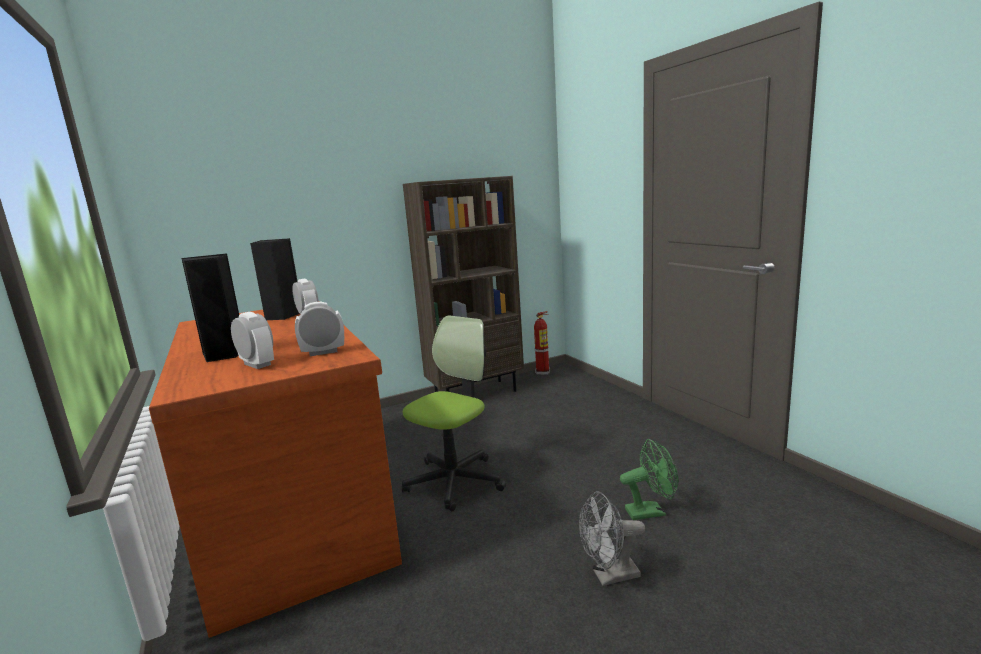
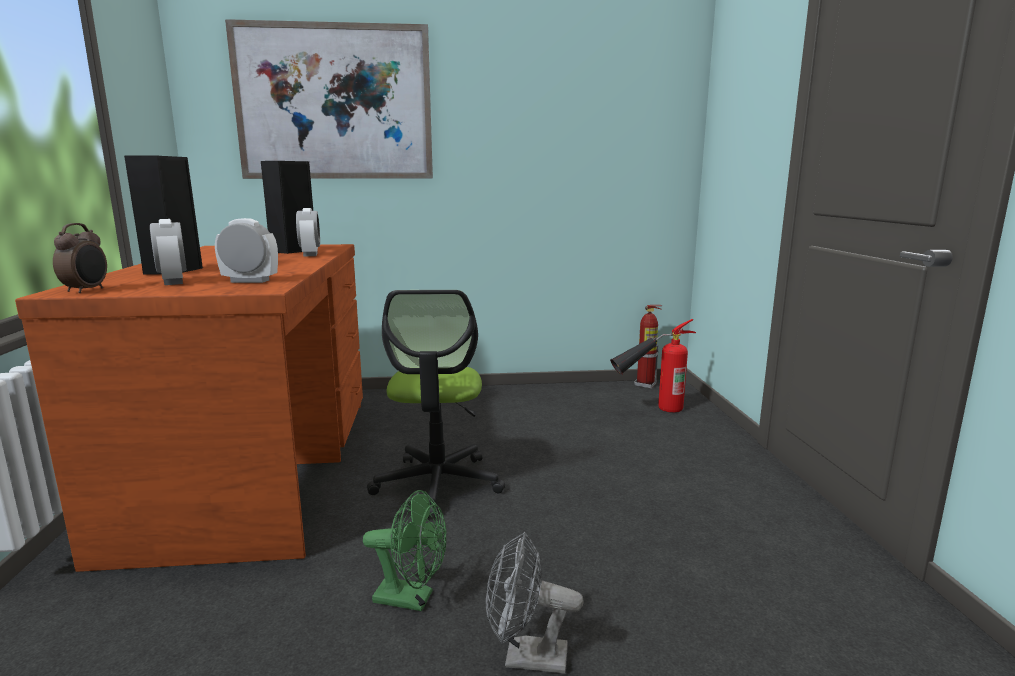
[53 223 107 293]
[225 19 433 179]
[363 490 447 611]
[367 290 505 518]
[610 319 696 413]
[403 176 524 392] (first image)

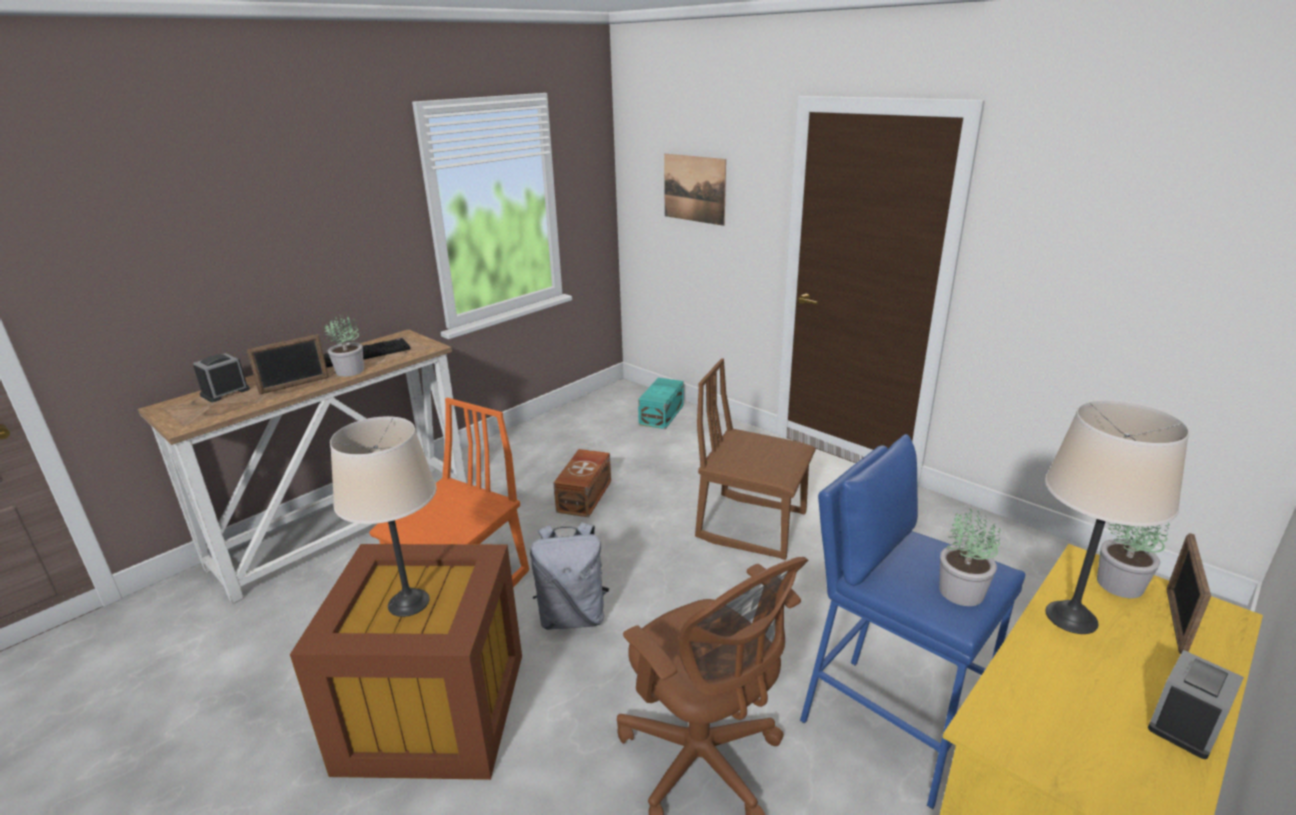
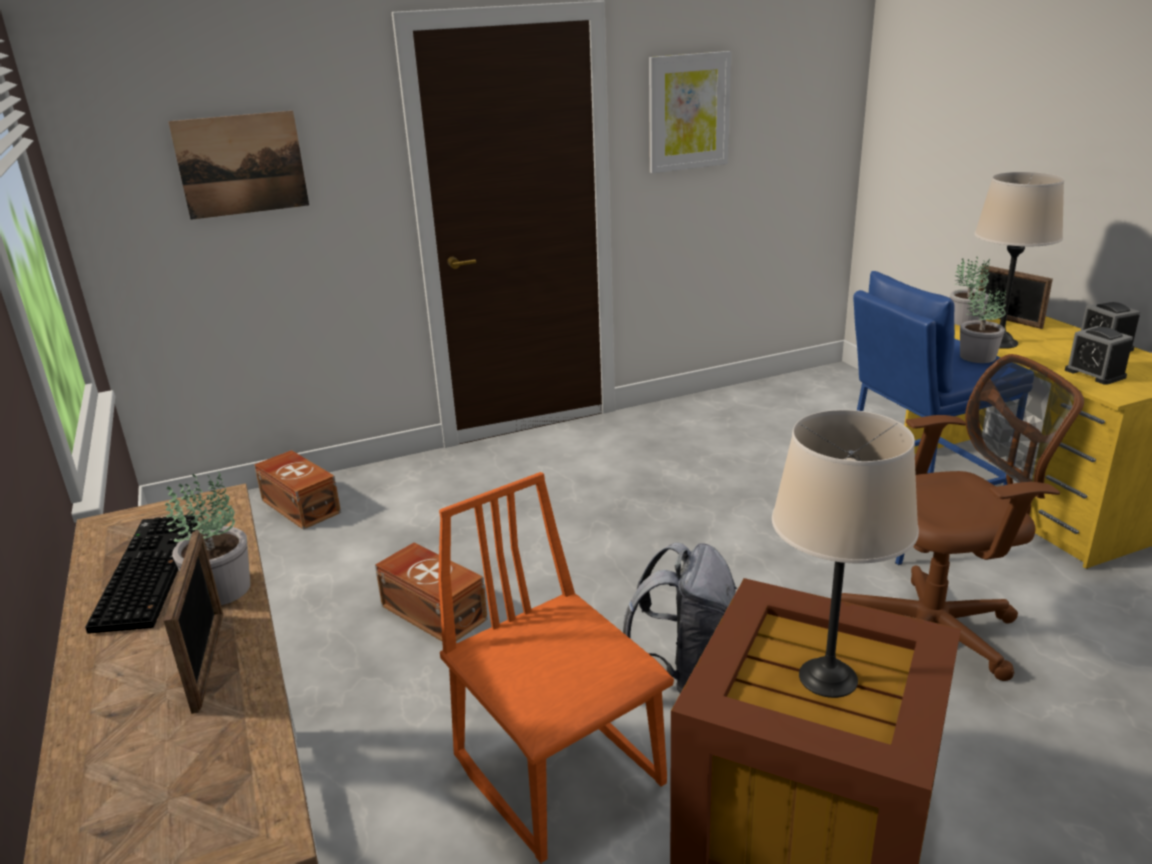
[254 450 341 530]
[649 51 731 173]
[1065 326 1133 385]
[695 359 816 560] (first image)

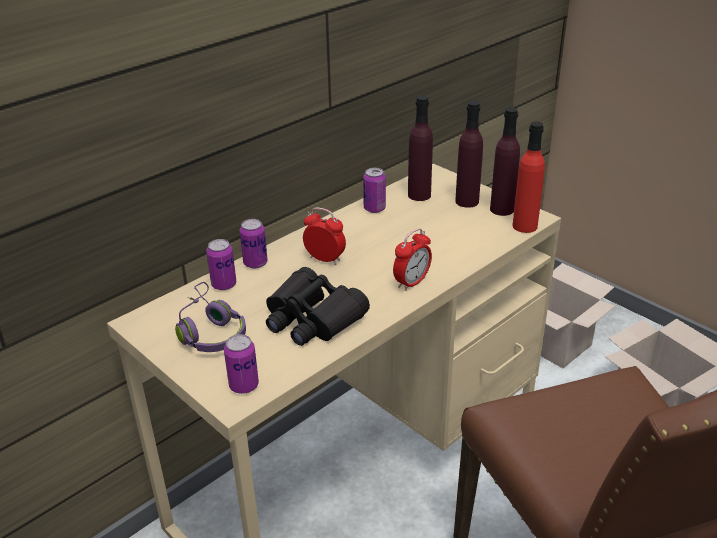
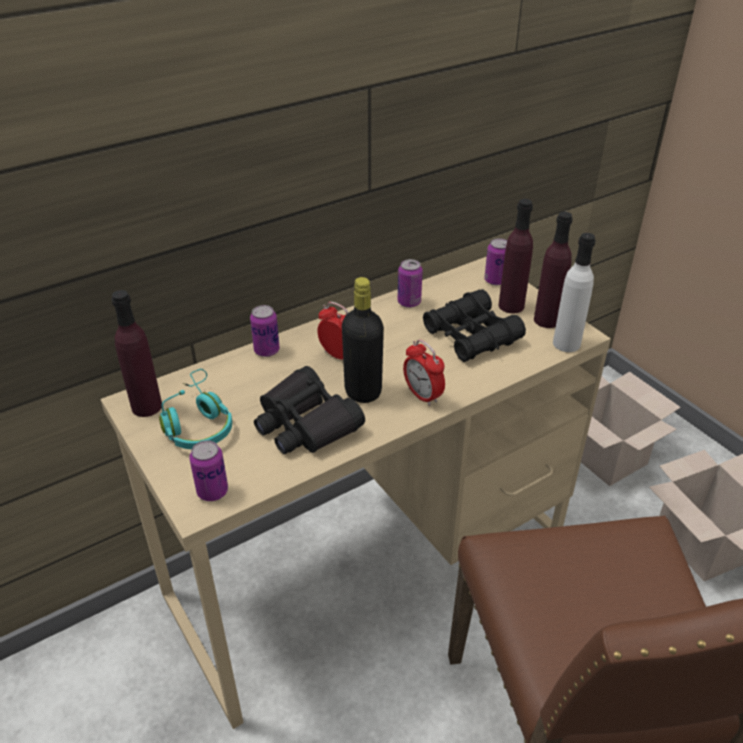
[111 290 162 417]
[159 369 232 449]
[342 277 384 403]
[403 339 445 406]
[423 289 526 362]
[484 238 507 285]
[553 233 596 352]

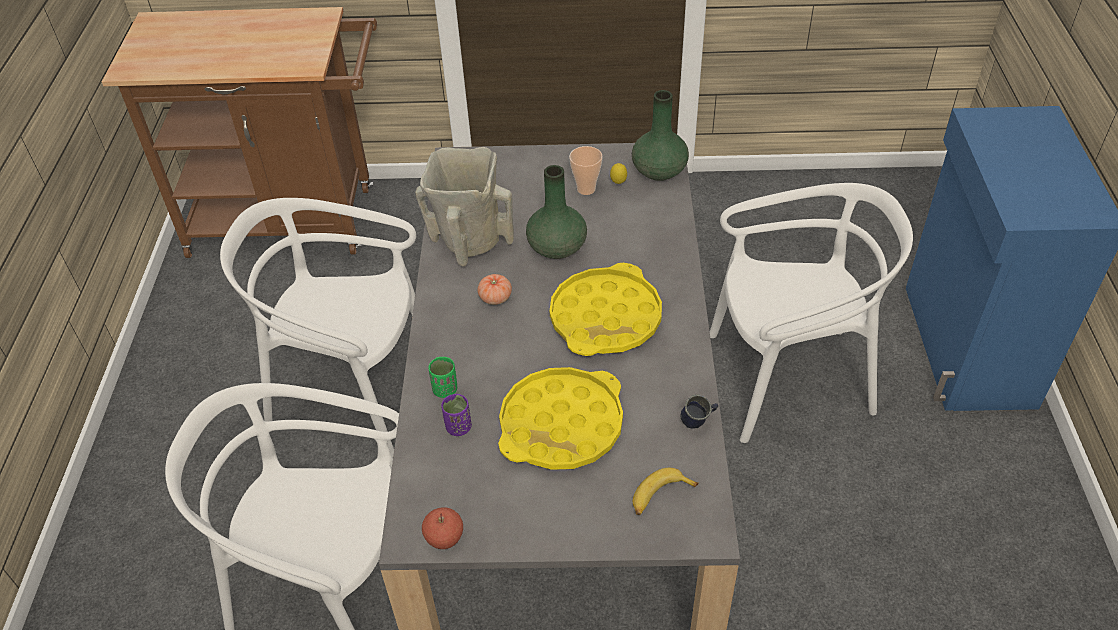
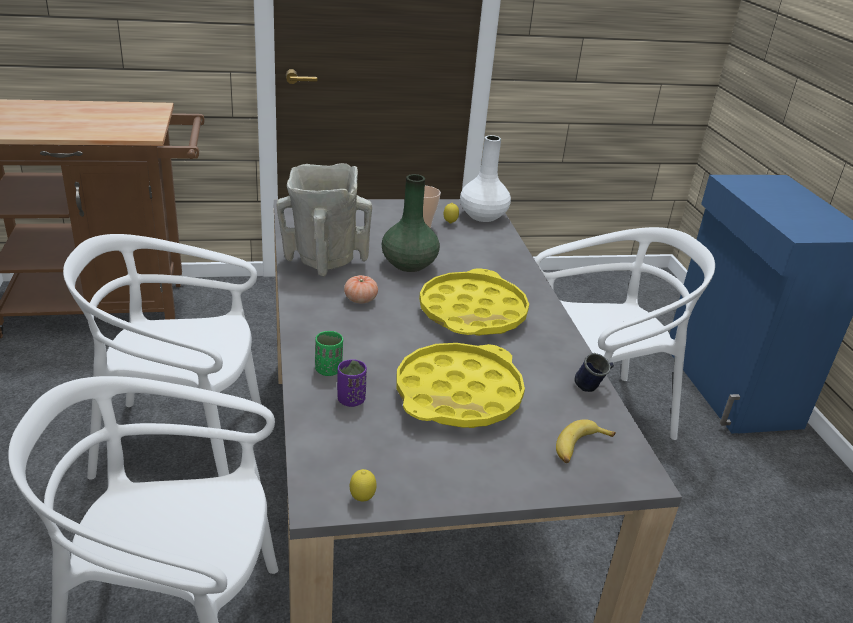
[350 469 376 502]
[460 135 511 222]

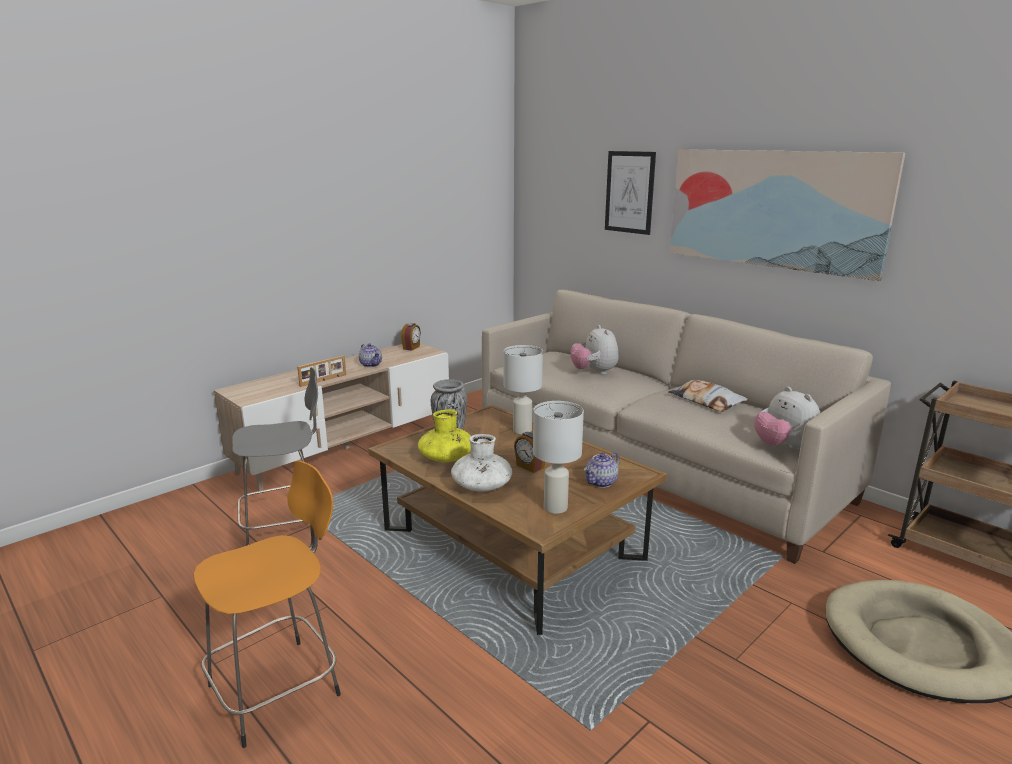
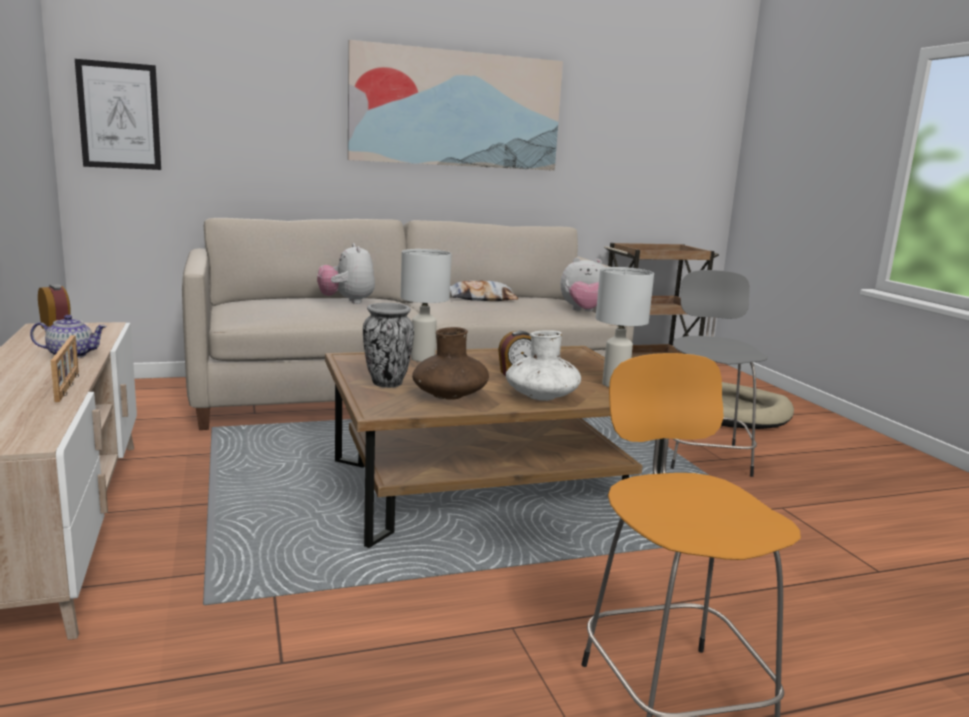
[75 59 161 170]
[317 243 375 304]
[412 327 489 400]
[671 270 768 477]
[584 452 620 488] (first image)

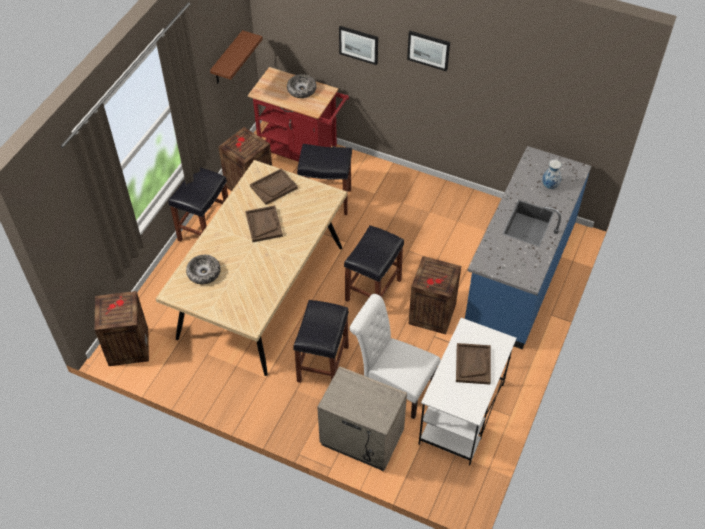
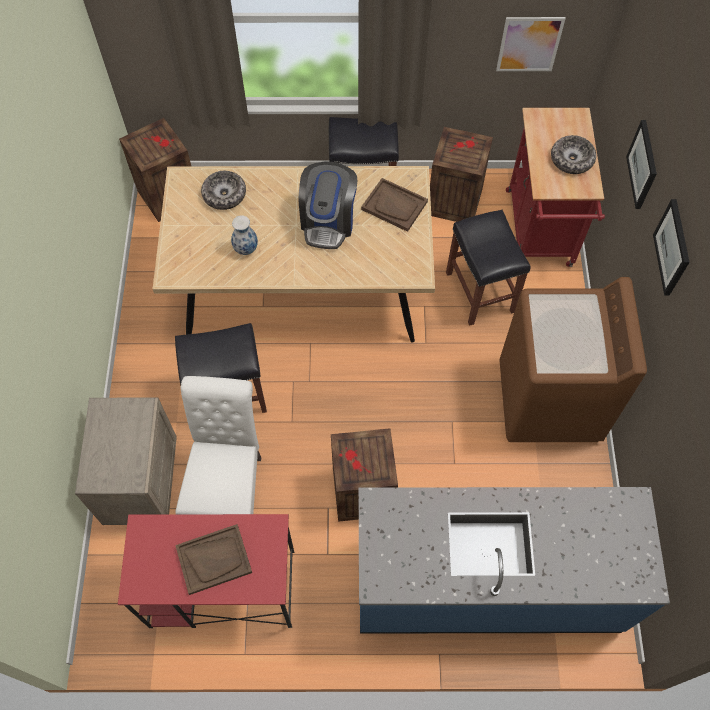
[118 514 294 628]
[231 215 258 255]
[299 161 357 249]
[496 17 566 71]
[500 277 647 442]
[344 225 404 302] (first image)

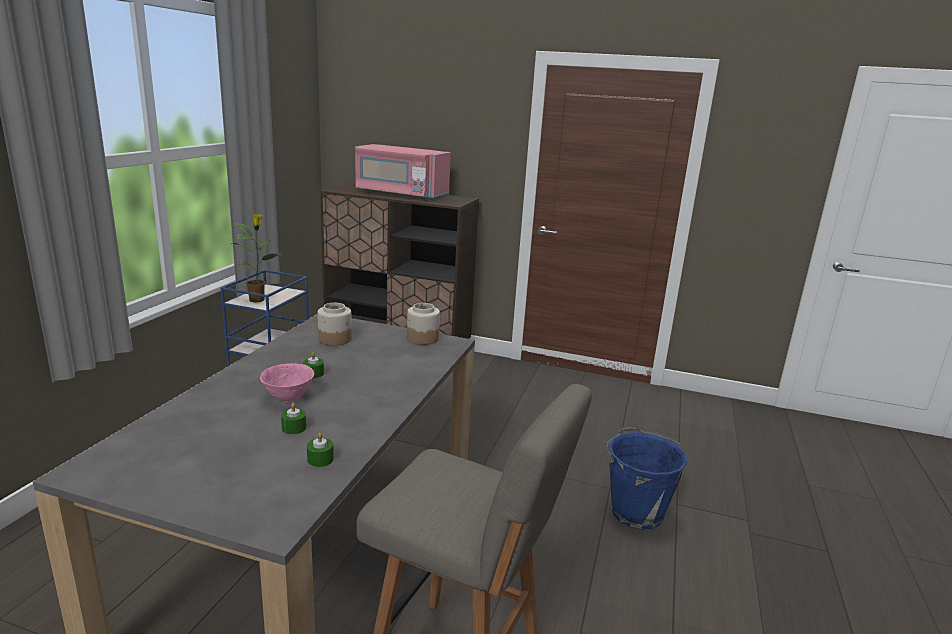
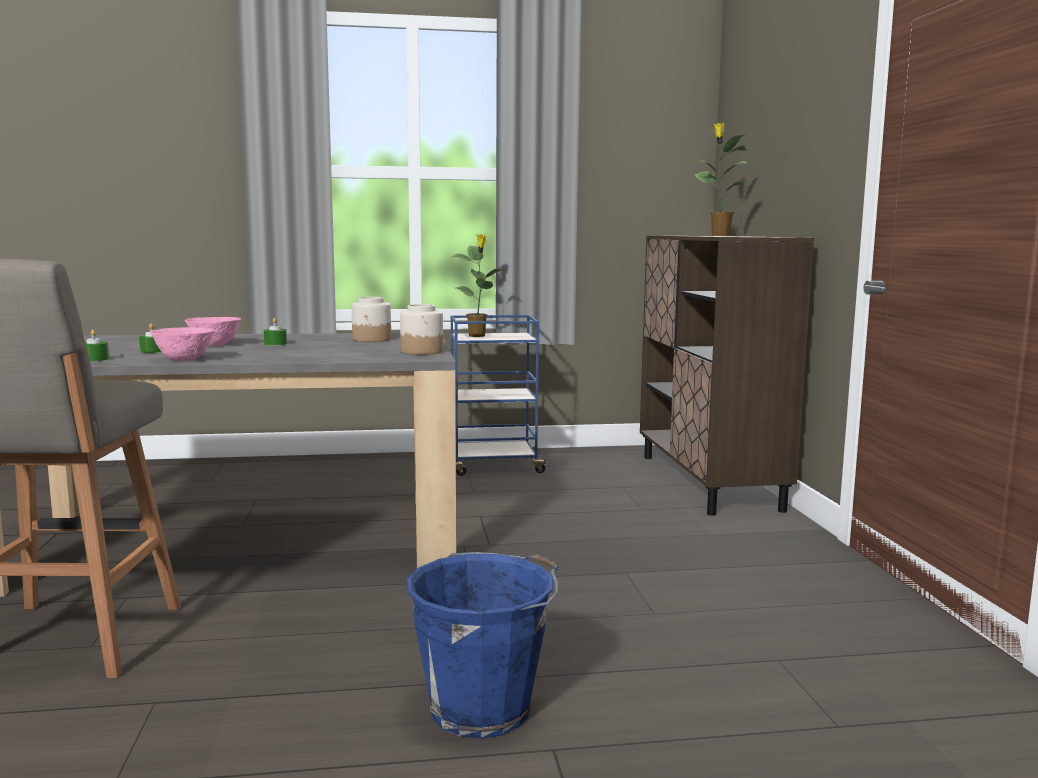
[151 327 215 361]
[694 123 748 236]

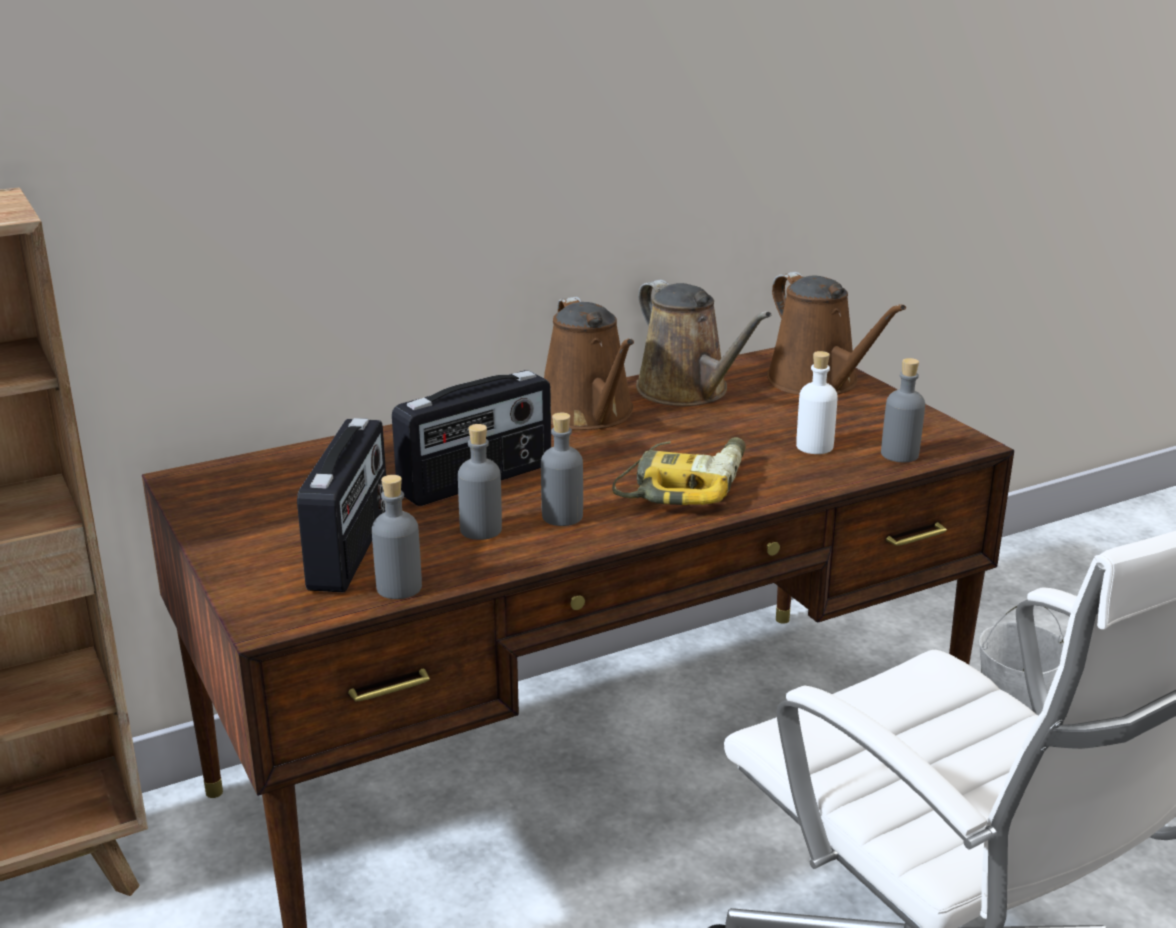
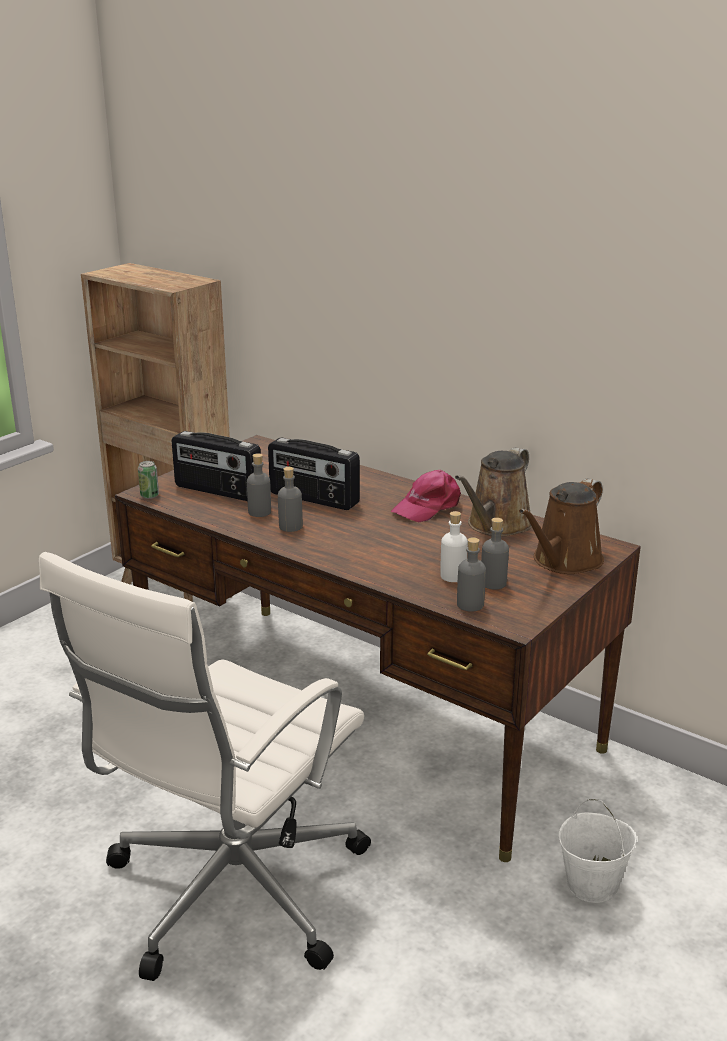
[138 461 159 499]
[172 431 261 501]
[391 470 461 522]
[481 518 509 589]
[612 437 746 505] (first image)

